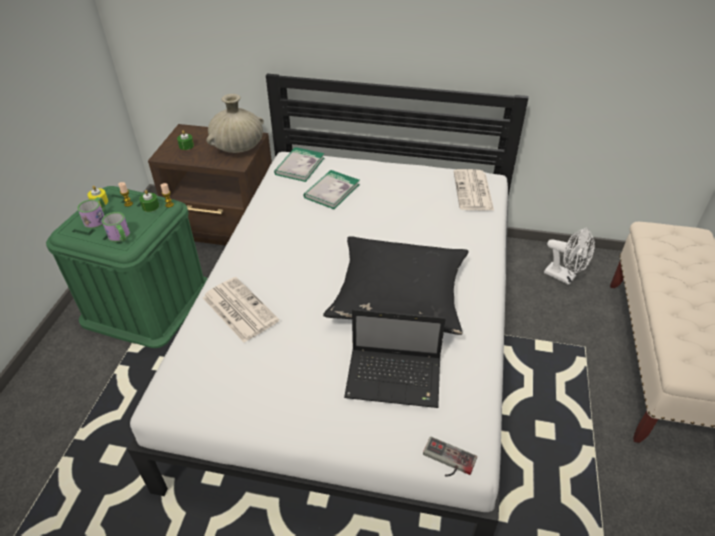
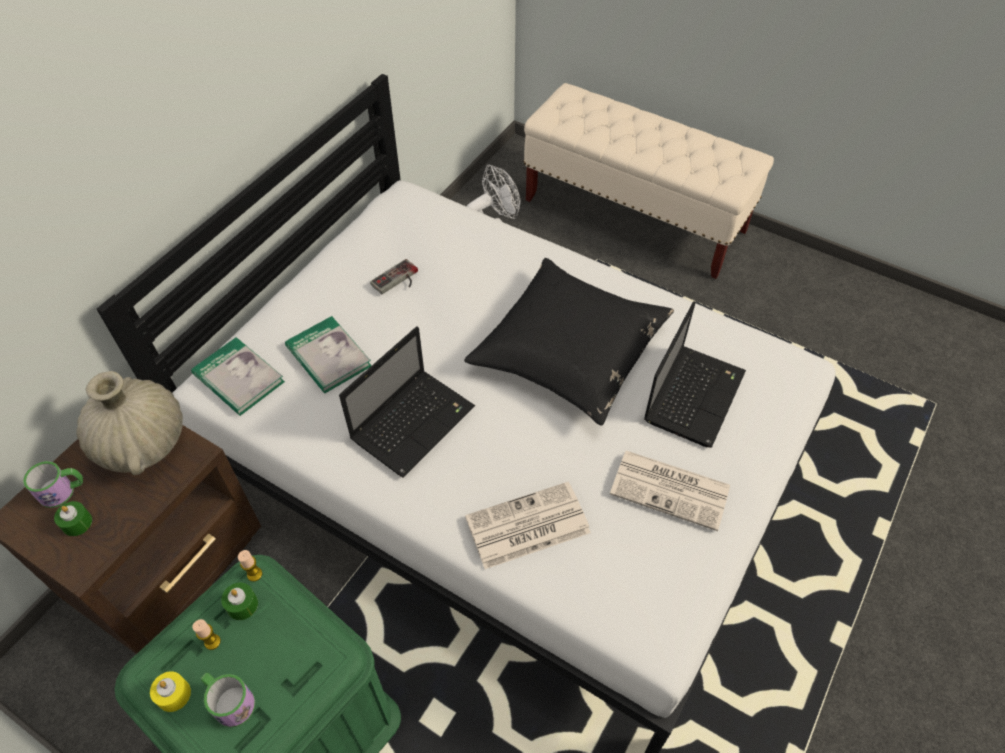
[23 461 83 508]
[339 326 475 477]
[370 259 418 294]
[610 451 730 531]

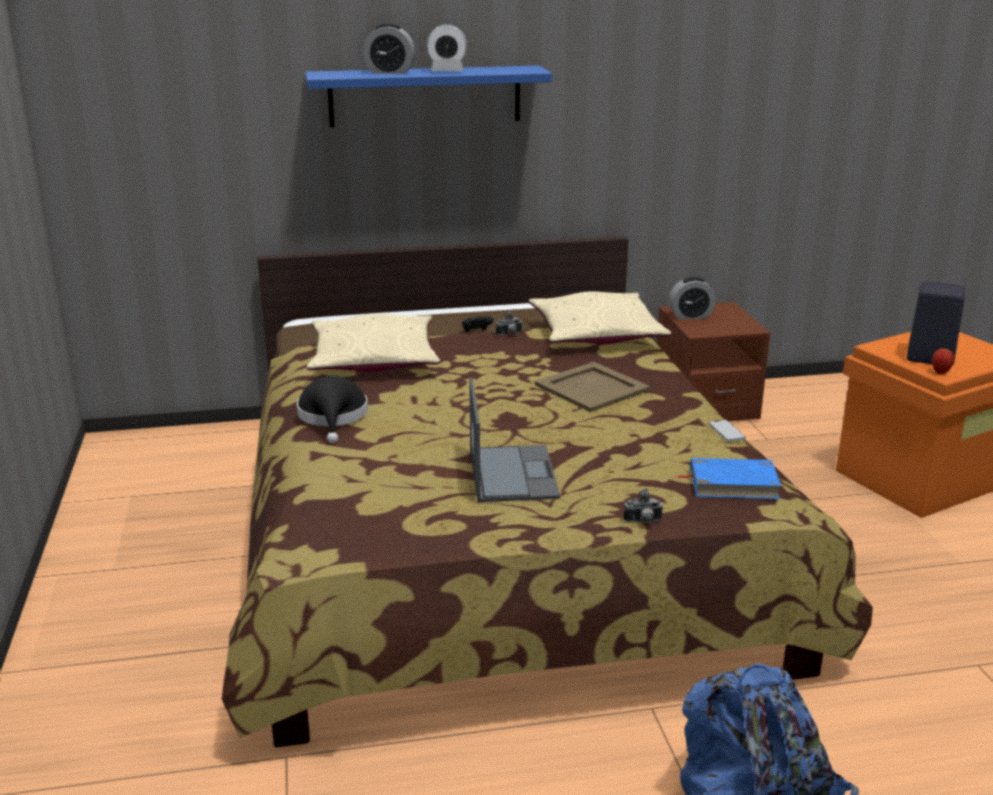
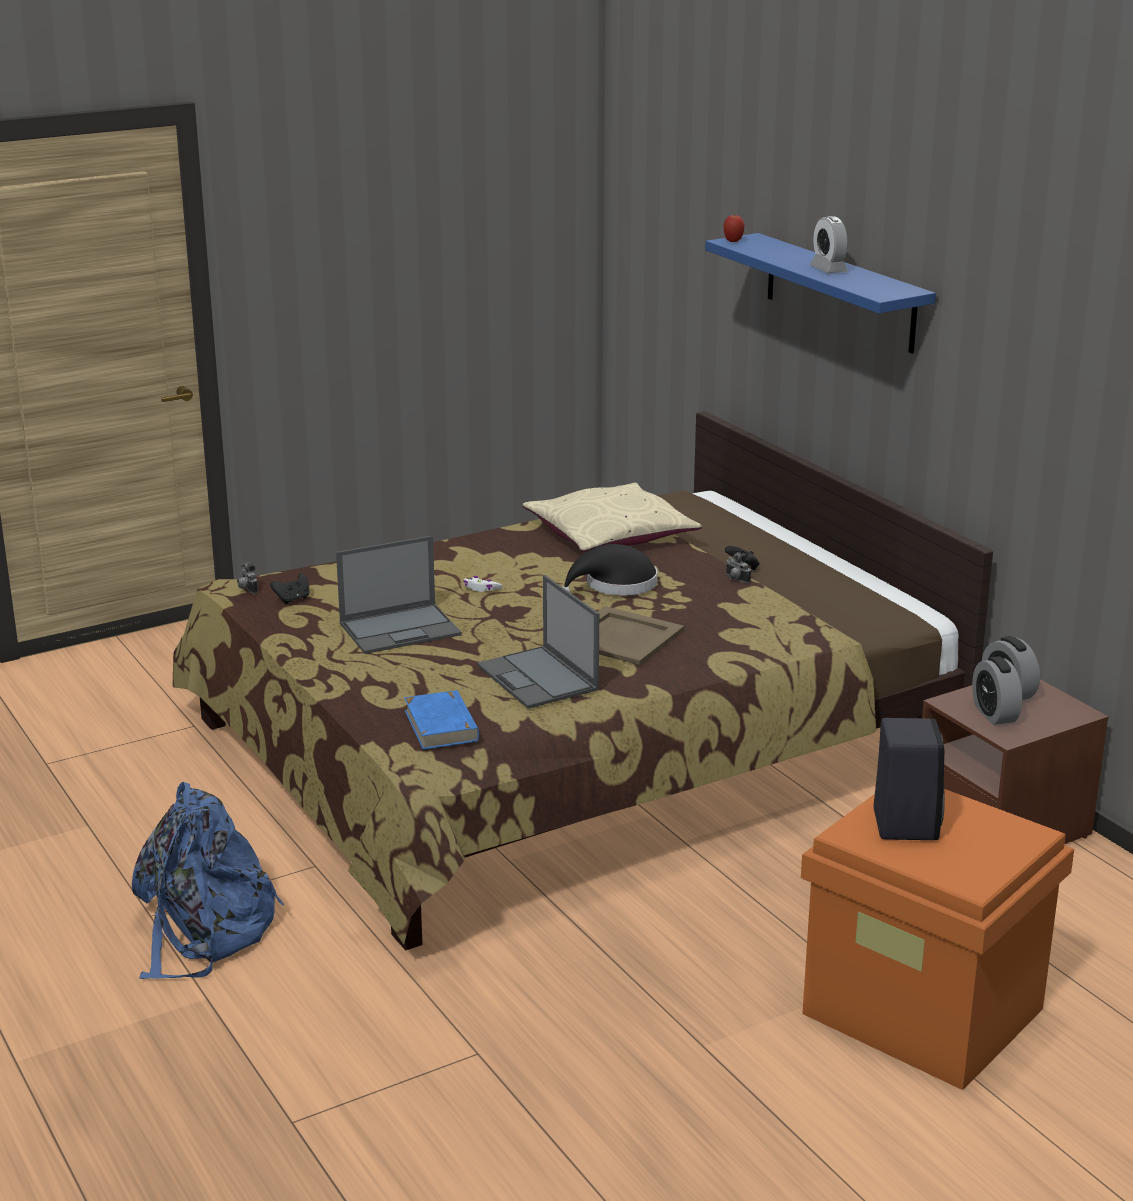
[237 562 258 594]
[270 573 310 604]
[463 576 503 592]
[477 575 599 709]
[563 544 657 596]
[723 215 745 242]
[972 657 1022 725]
[528 291 671 344] (first image)
[709 420 746 442] (first image)

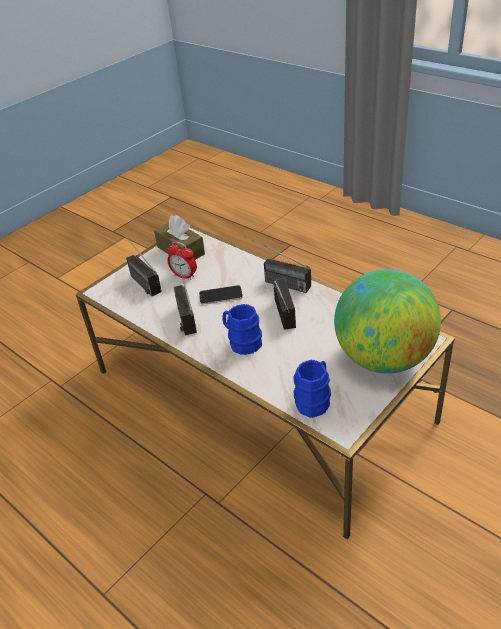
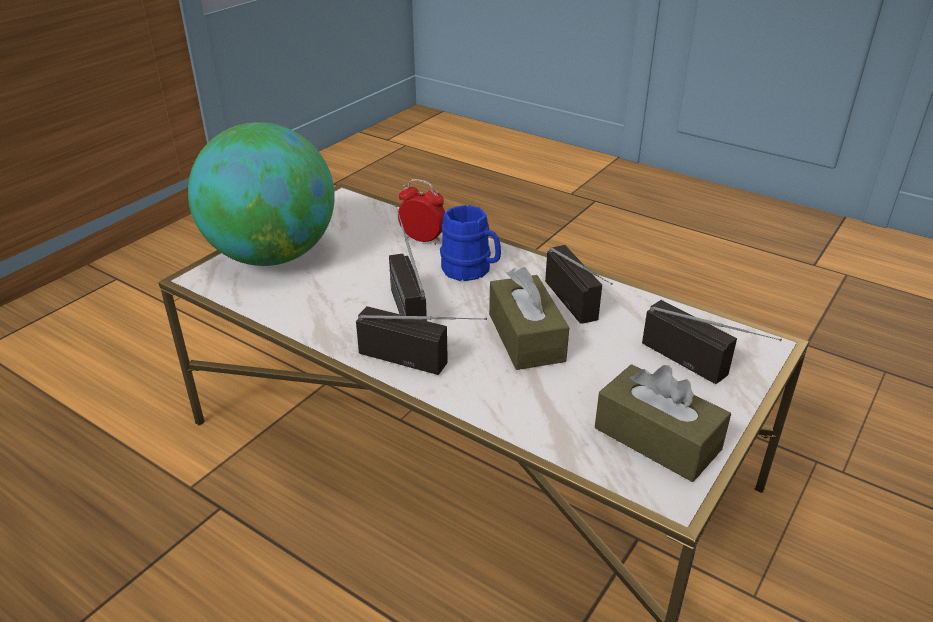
[398 179 445 245]
[489 267 569 370]
[293 360 331 418] (first image)

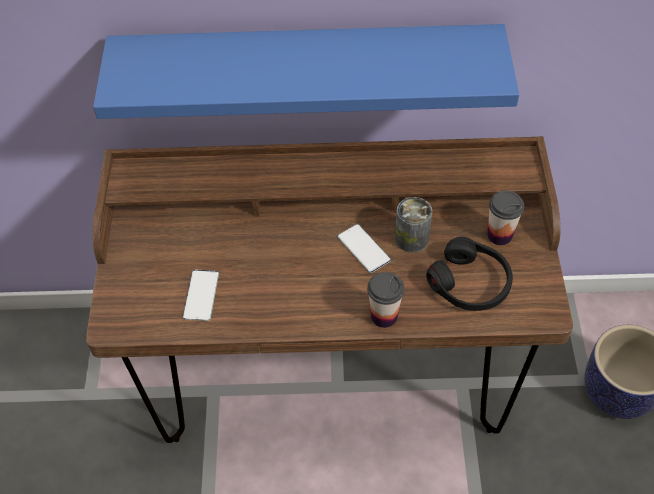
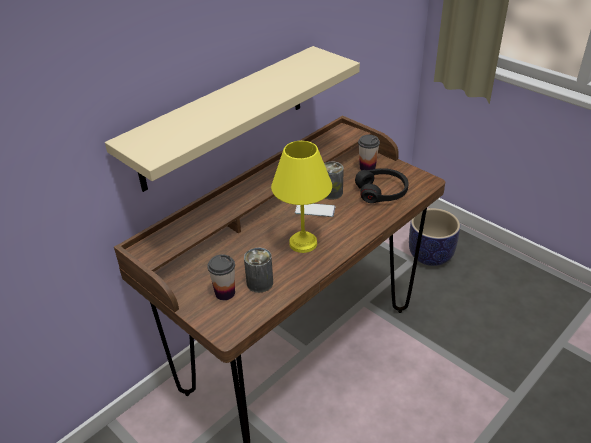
[105 46 360 192]
[207 254 235 300]
[244 248 273 293]
[271 141 332 253]

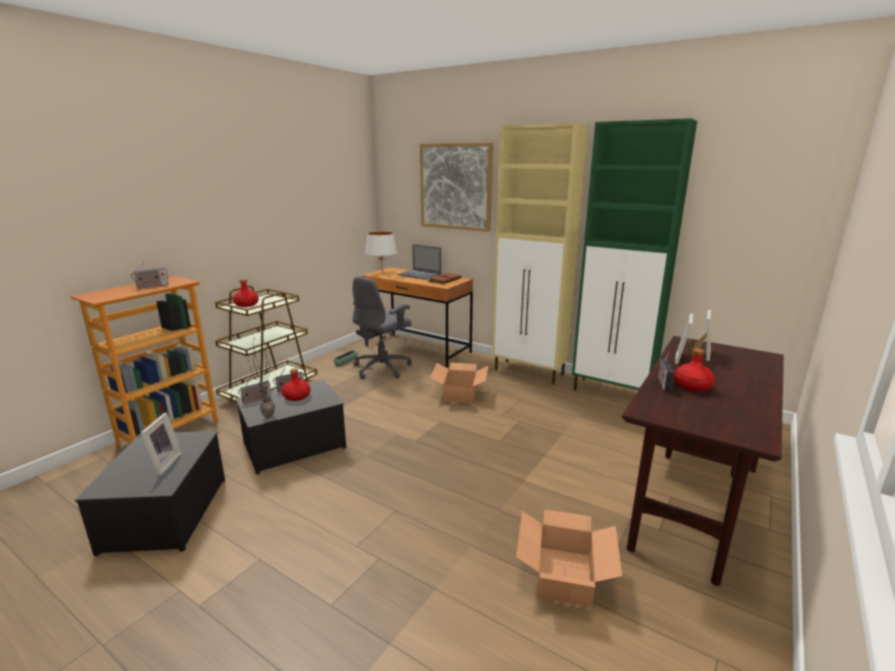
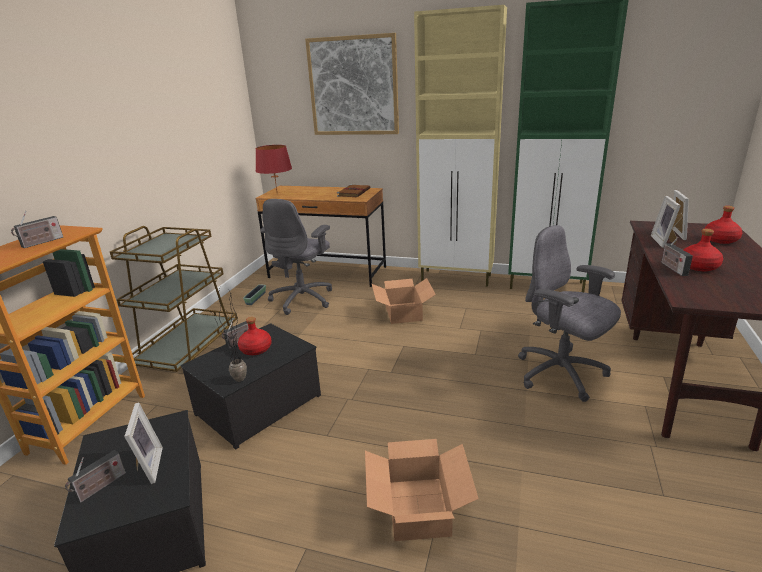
[65 450 126 503]
[255 145 292 191]
[365 439 479 541]
[518 225 621 402]
[704 206 742 244]
[398 244 441 280] (first image)

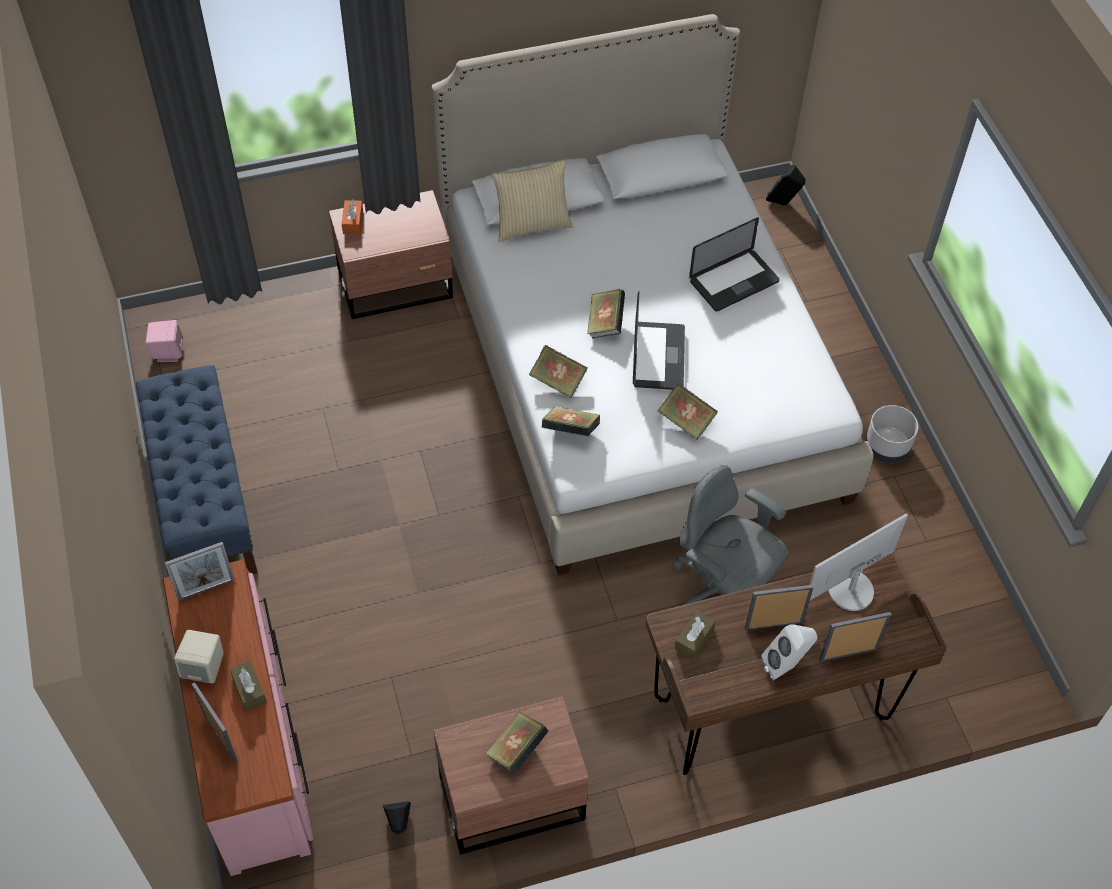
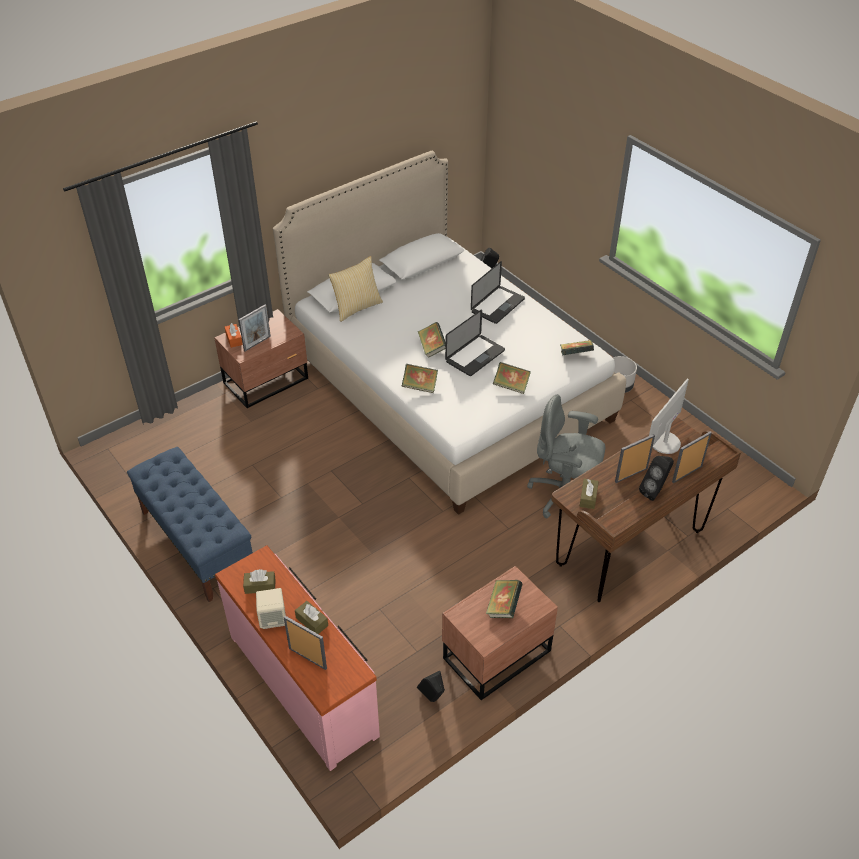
[239 305 271 351]
[243 569 276 594]
[445 309 505 376]
[560 340 594 356]
[639 456 674 501]
[145 320 184 362] (first image)

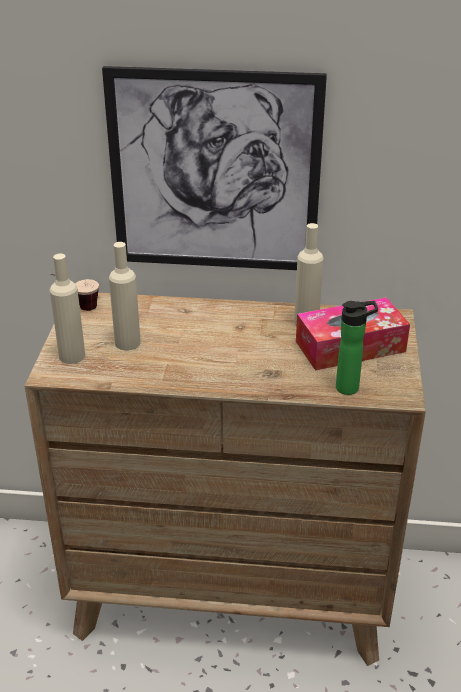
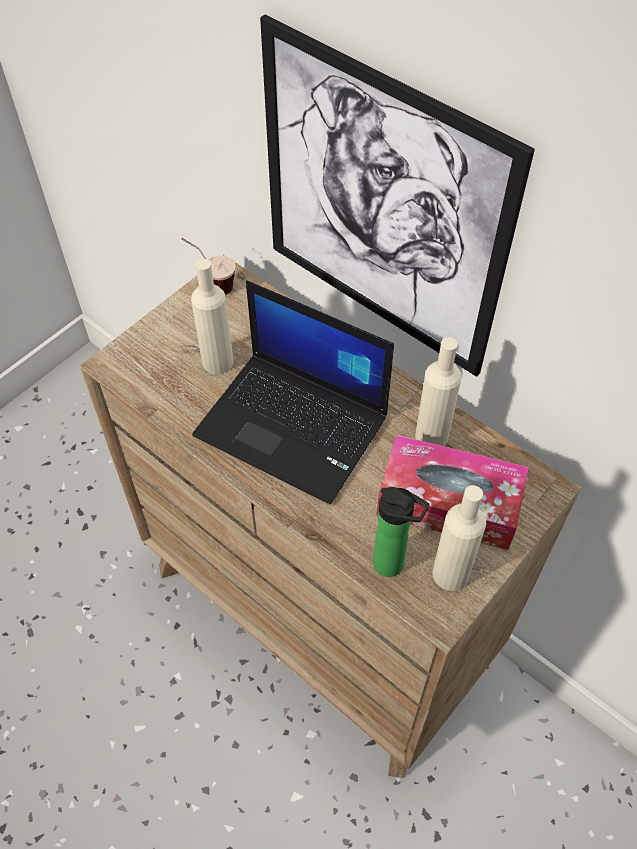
[192 280 394 504]
[433 485 486 591]

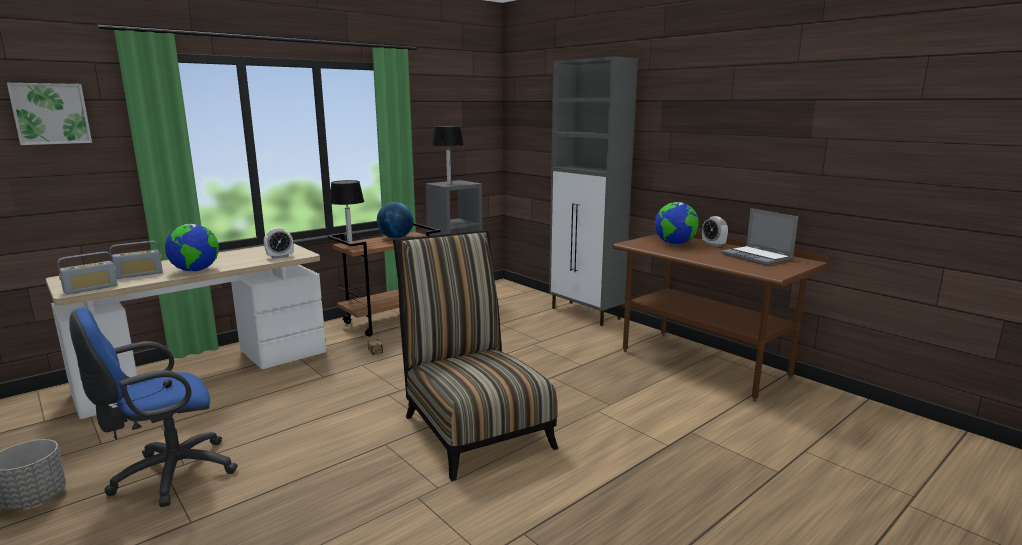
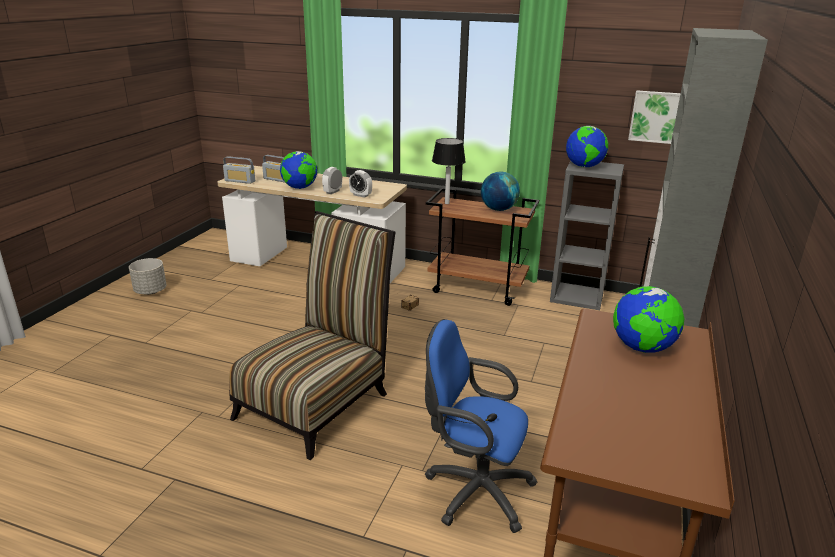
[322 167 342 194]
[425 319 538 533]
[566 126 608 168]
[628 90 681 144]
[721 208 798 265] (first image)

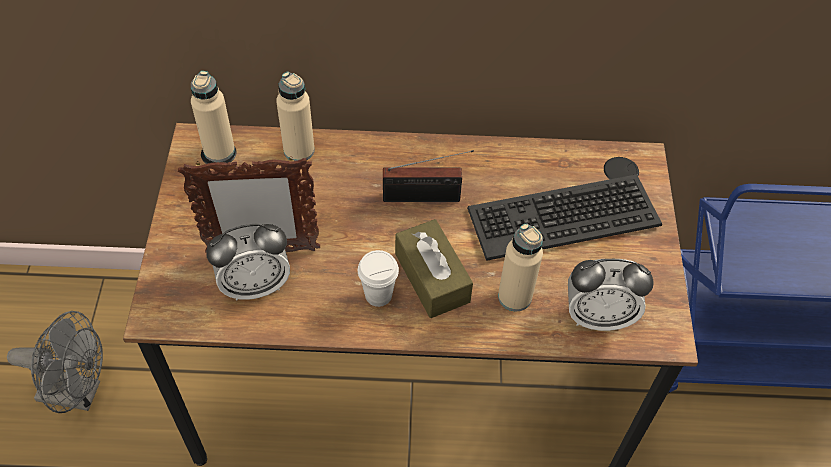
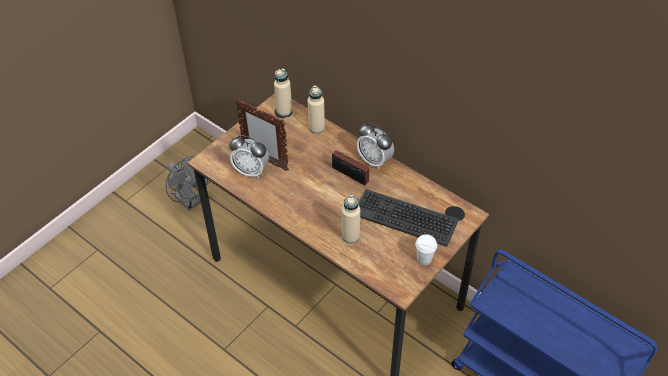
[357 123 394 169]
[415 234 437 265]
[395 219 473 318] (first image)

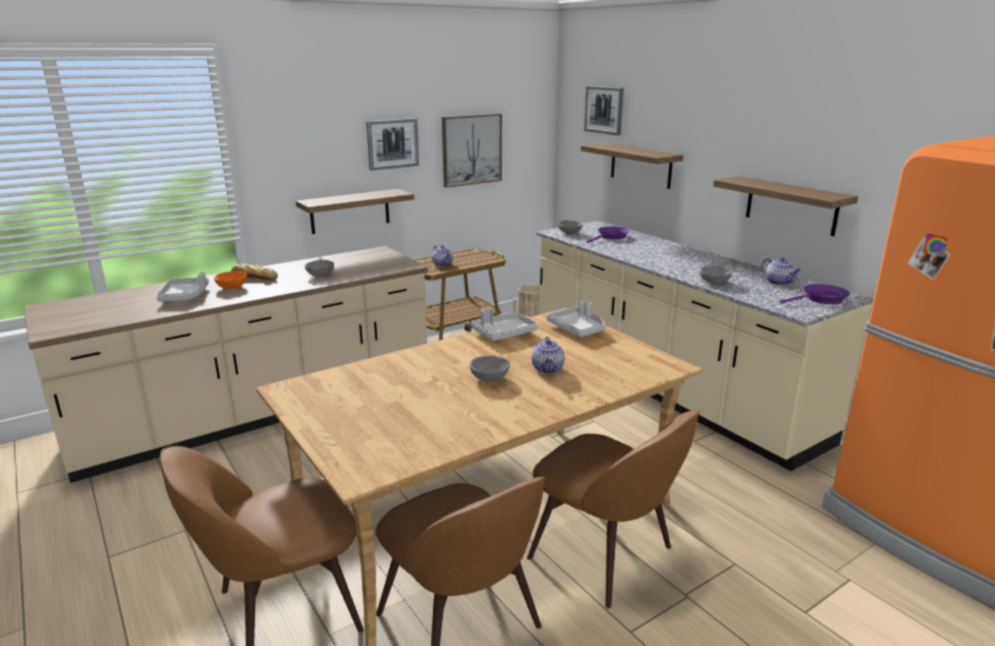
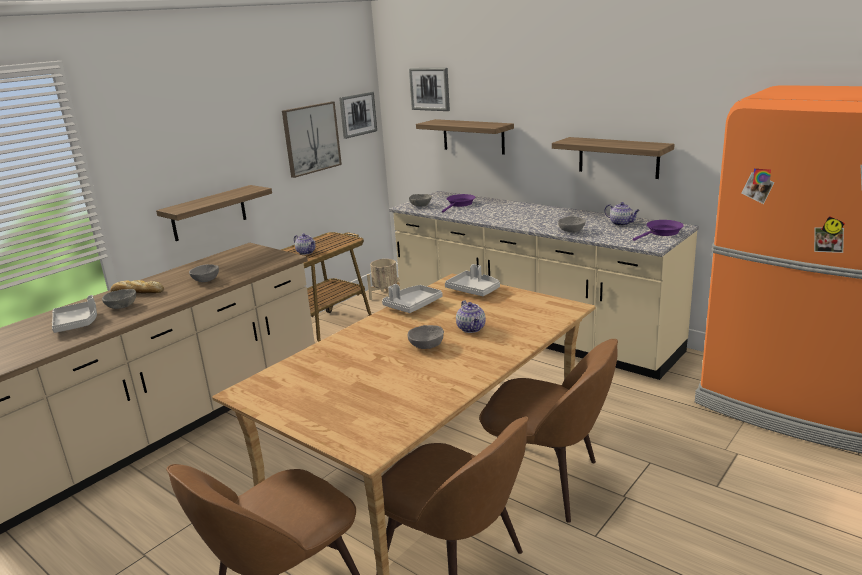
[102 289 136 309]
[339 92 377 139]

